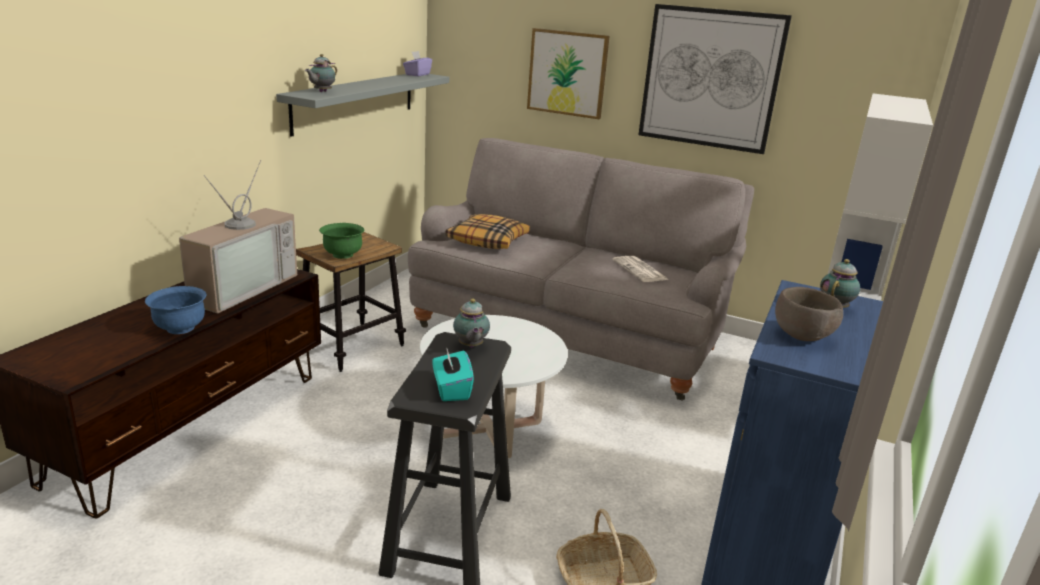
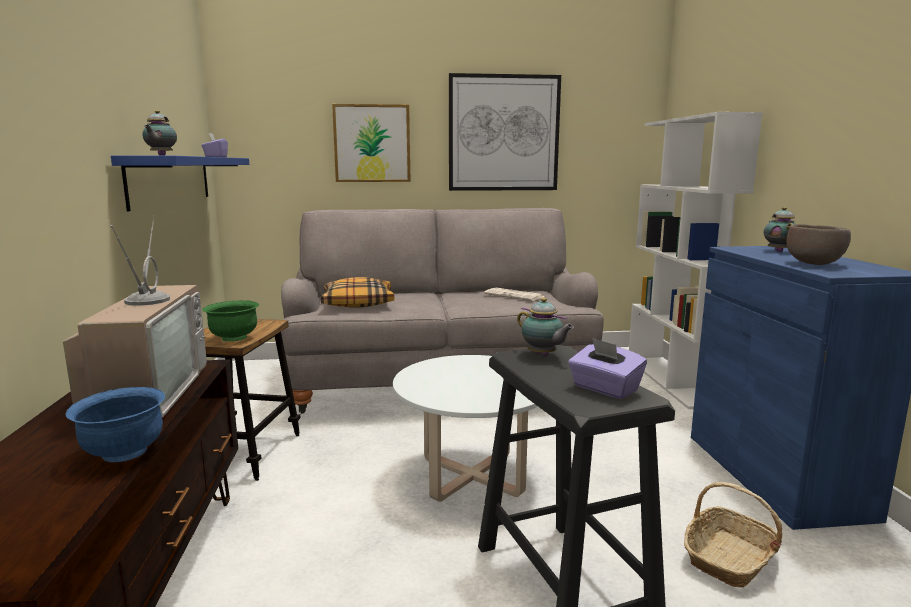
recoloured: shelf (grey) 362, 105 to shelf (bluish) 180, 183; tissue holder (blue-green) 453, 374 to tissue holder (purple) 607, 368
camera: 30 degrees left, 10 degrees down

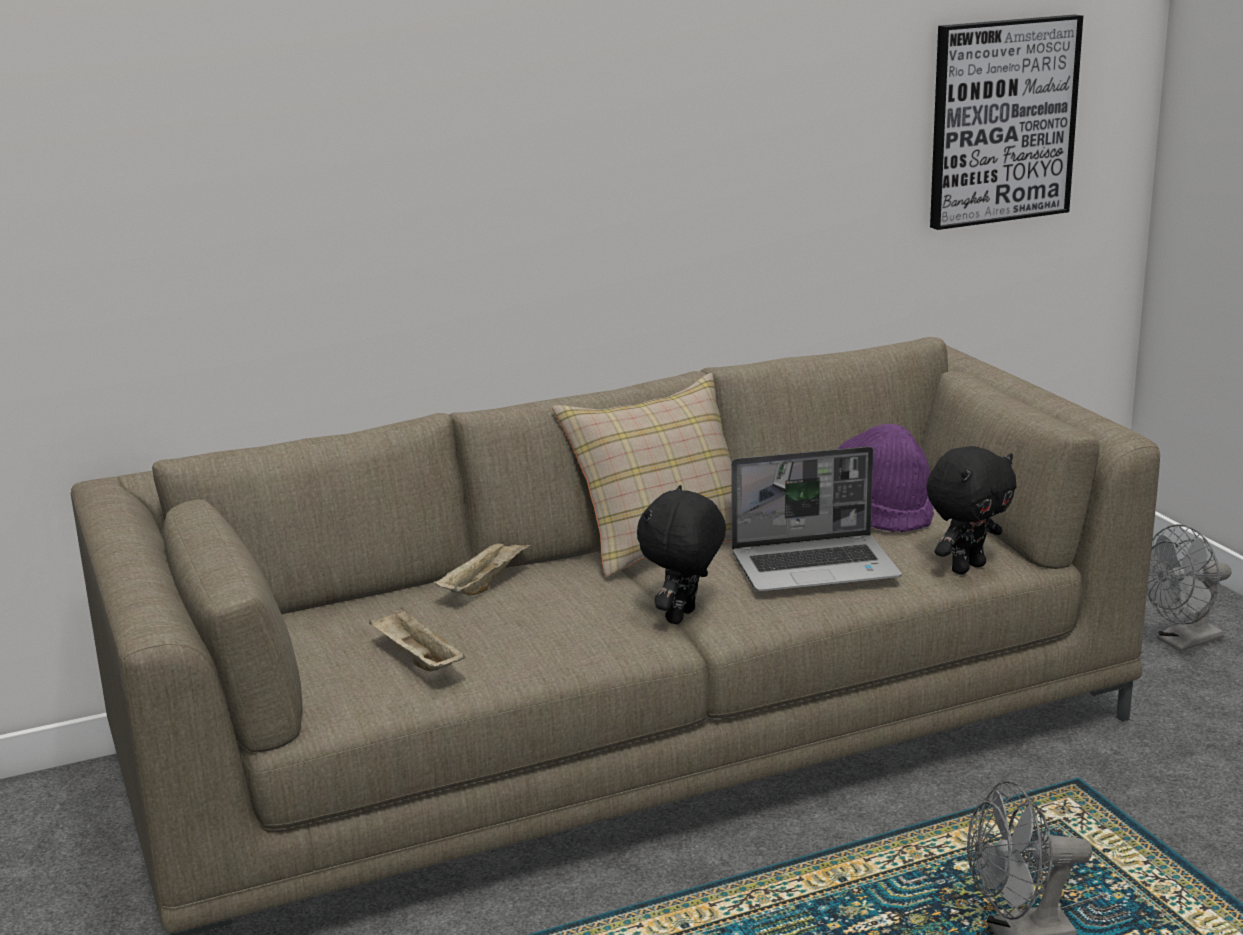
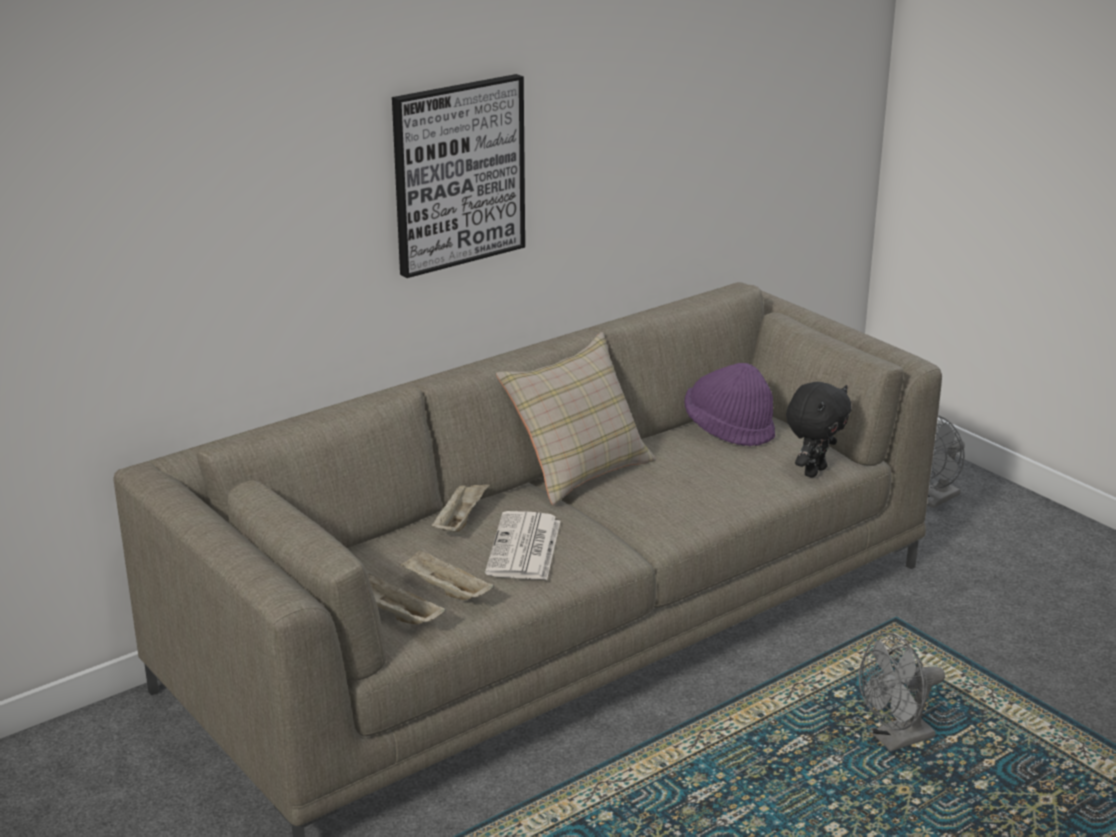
removed: plush toy (blackish) 681, 554; laptop 816, 519
added: serving tray (beige-coloured) 407, 599; daily paper 522, 545
moved: wall picture 1006, 122 to 458, 176
camera: 15 degrees left, 5 degrees up

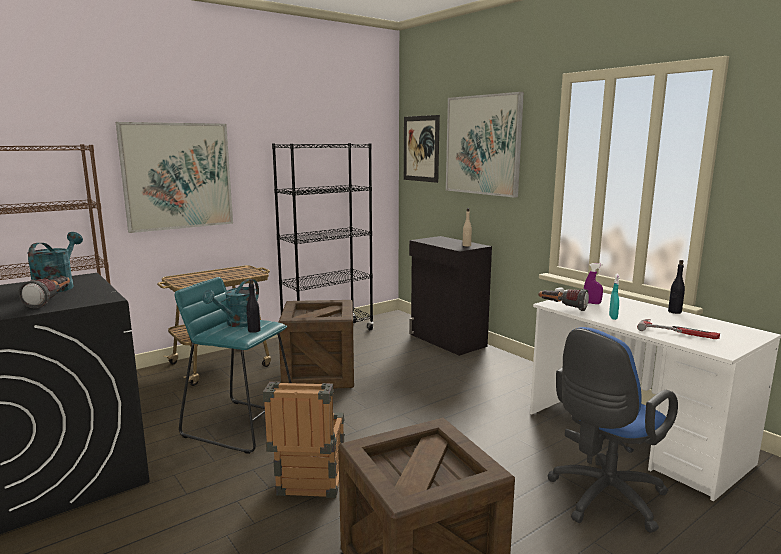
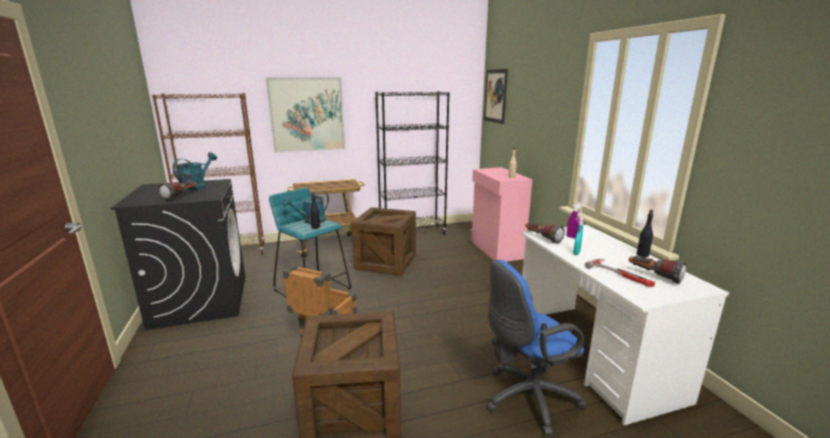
removed: wall picture 485, 145
added: torch 657, 270
recoloured: cabinet (blackish) 450, 296 to cabinet (pinkish) 501, 214
camera: 20 degrees right, 5 degrees up

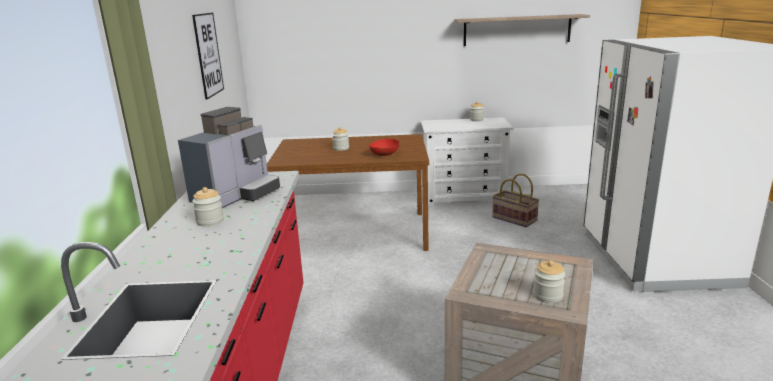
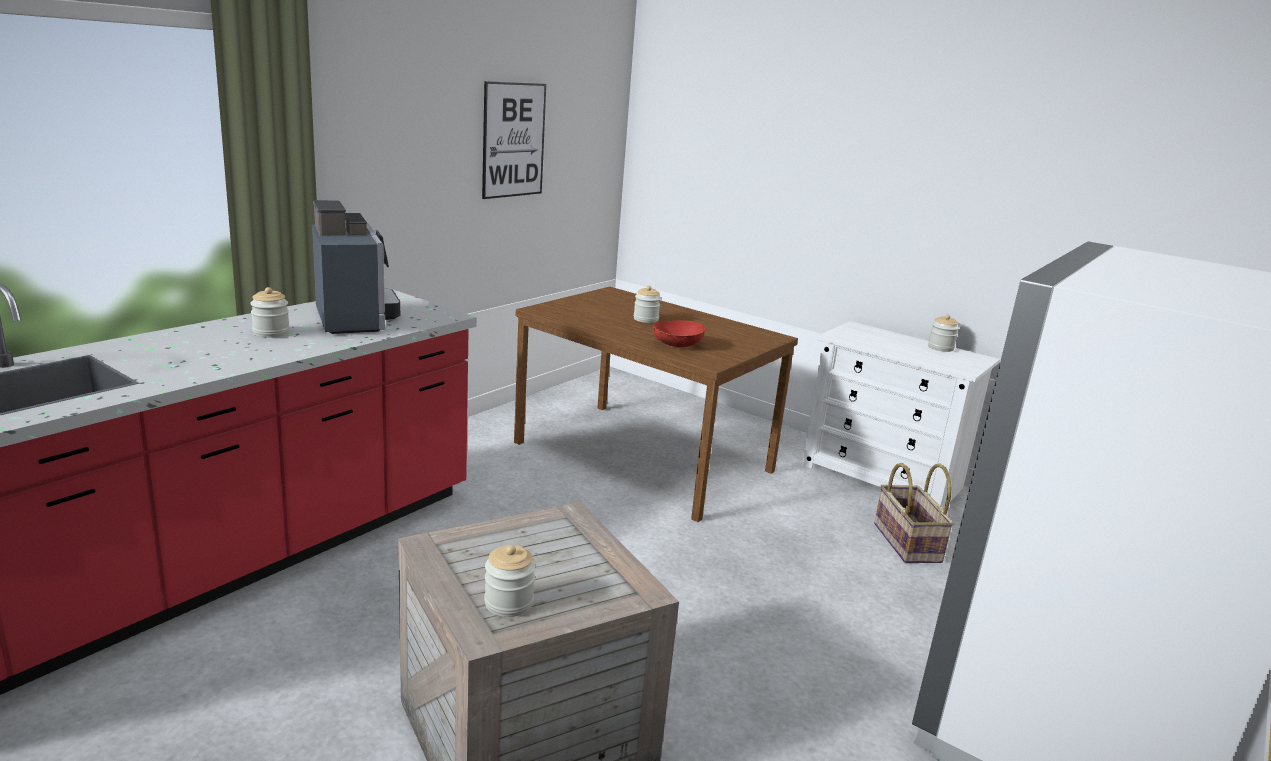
removed: shelf 522, 30
turned: coffee maker 229, 157 = 356, 267 90 degrees counterclockwise
camera: 35 degrees right, 0 degrees up

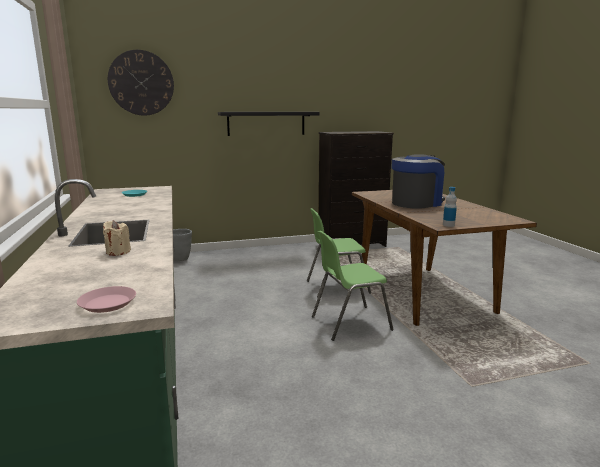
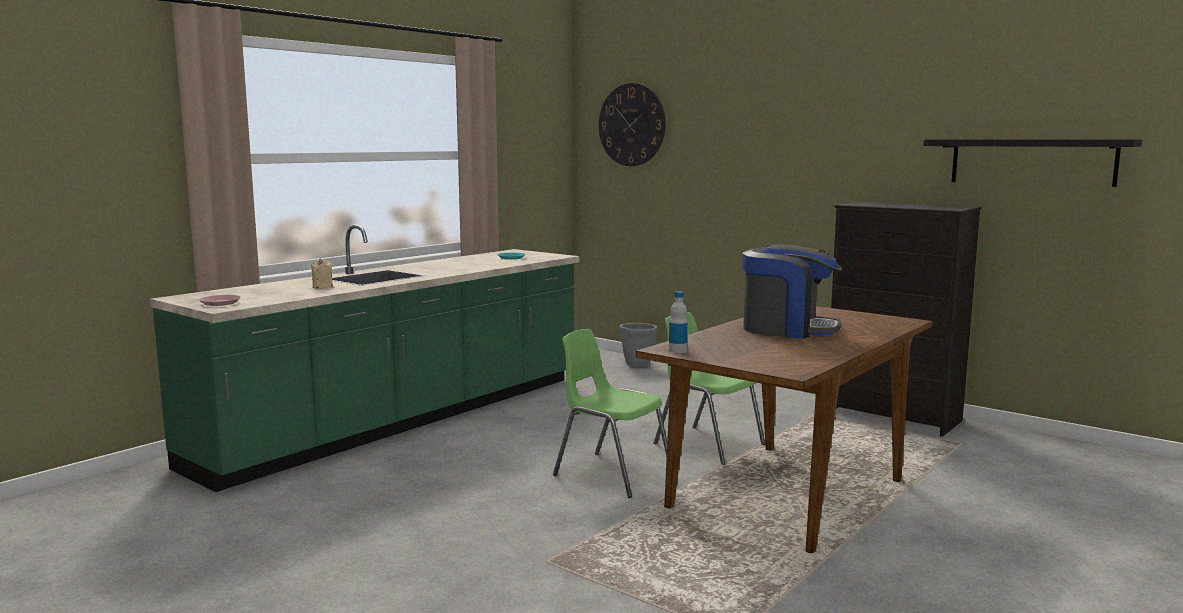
moved: shelf (blackish) 269, 124 to 1033, 163
camera: 55 degrees right, 5 degrees down

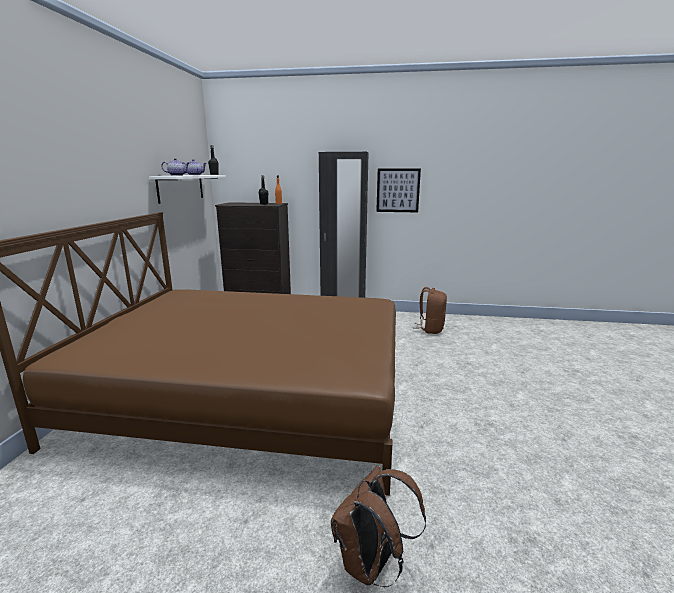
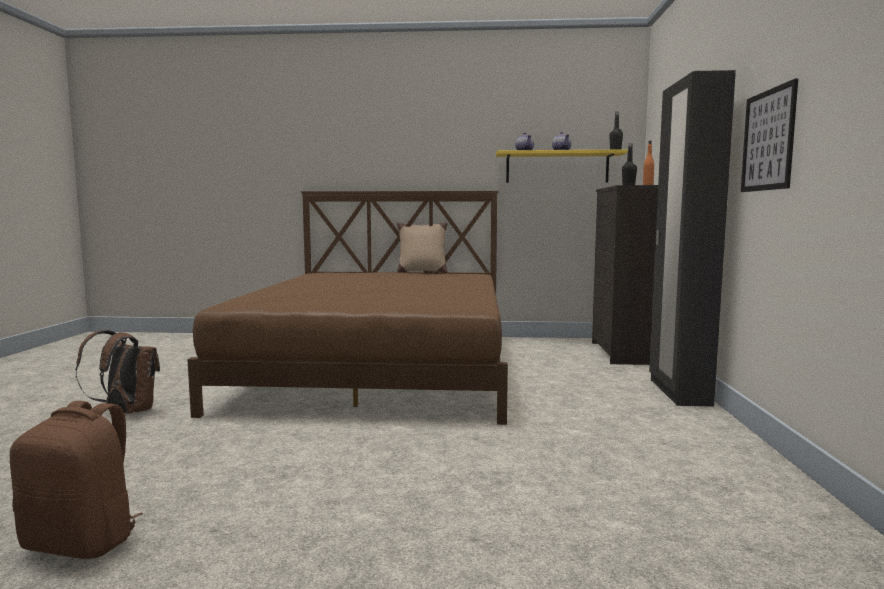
added: cushion (beige-coloured) 422, 247
moved: backpack (brown) 430, 310 to 76, 480
recoloured: shelf (whitish) 187, 189 to shelf (yellow) 562, 166
camera: 85 degrees right, 10 degrees down

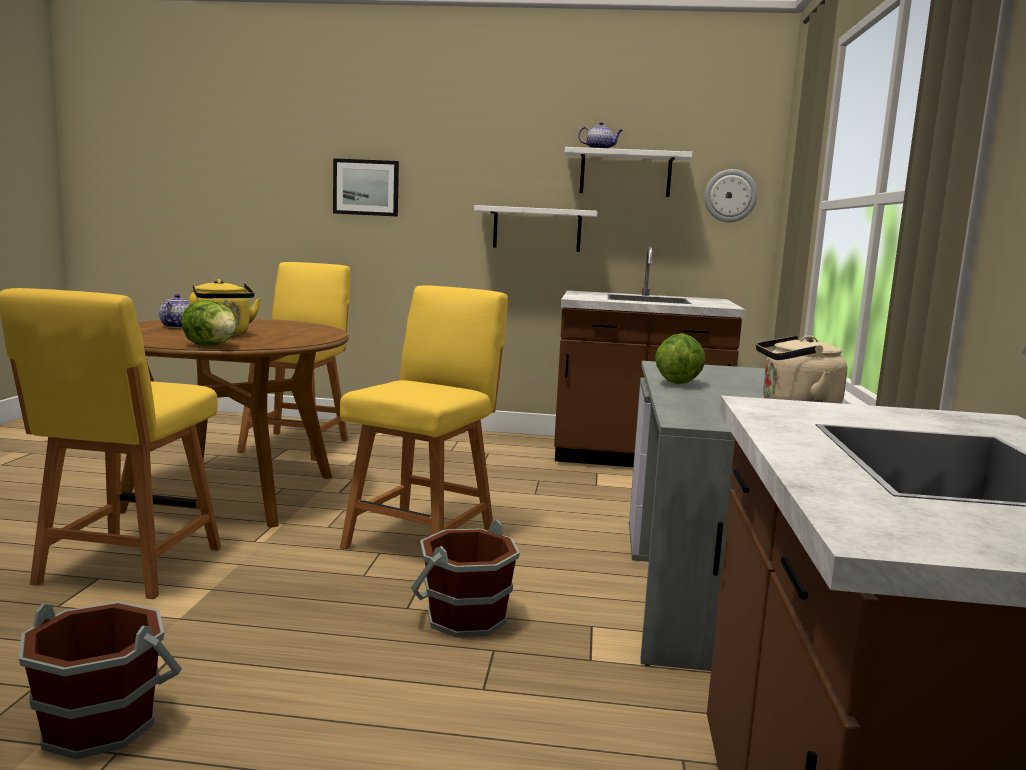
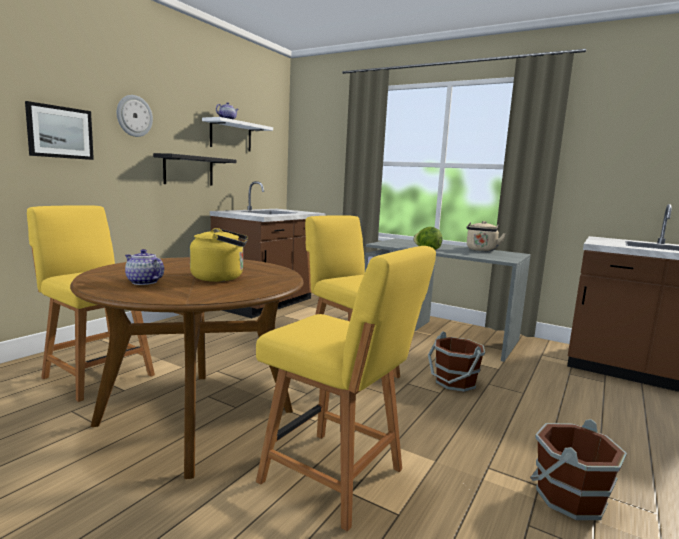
removed: lettuce head 209, 323
moved: clock on the wall 731, 195 to 135, 116
recoloured: shelf (whitish) 535, 228 to shelf (blackish) 194, 169
camera: 65 degrees left, 0 degrees up

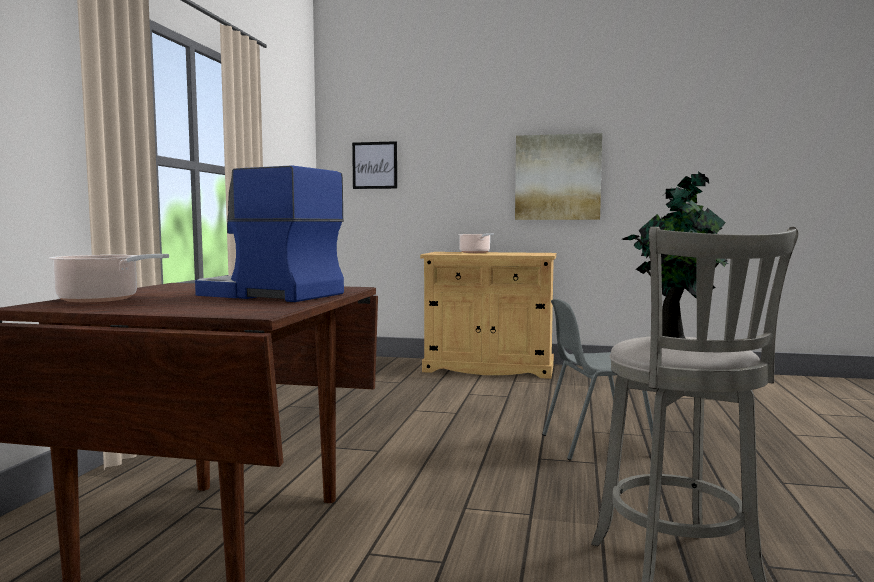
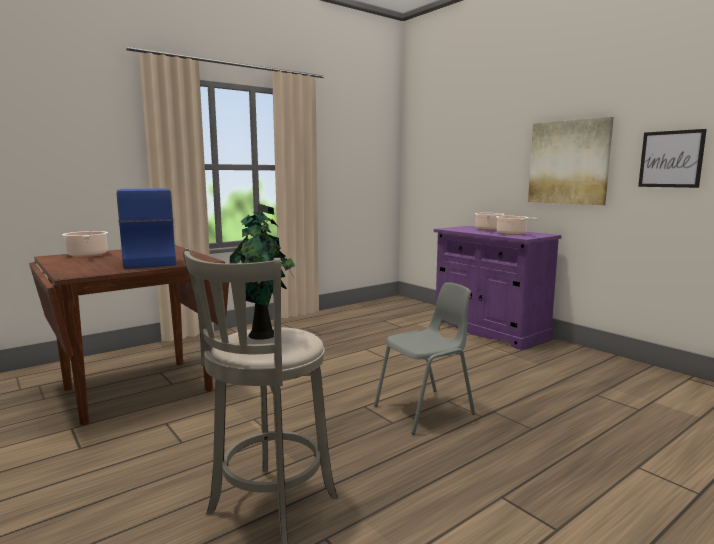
added: cooking pot 517, 225
moved: wall picture 374, 165 to 672, 158
recoloured: cabinet (beige-coloured) 488, 315 to cabinet (purple) 497, 288
turned: plain chair (grey) 597, 380 = 424, 358 120 degrees clockwise
camera: 40 degrees right, 5 degrees up

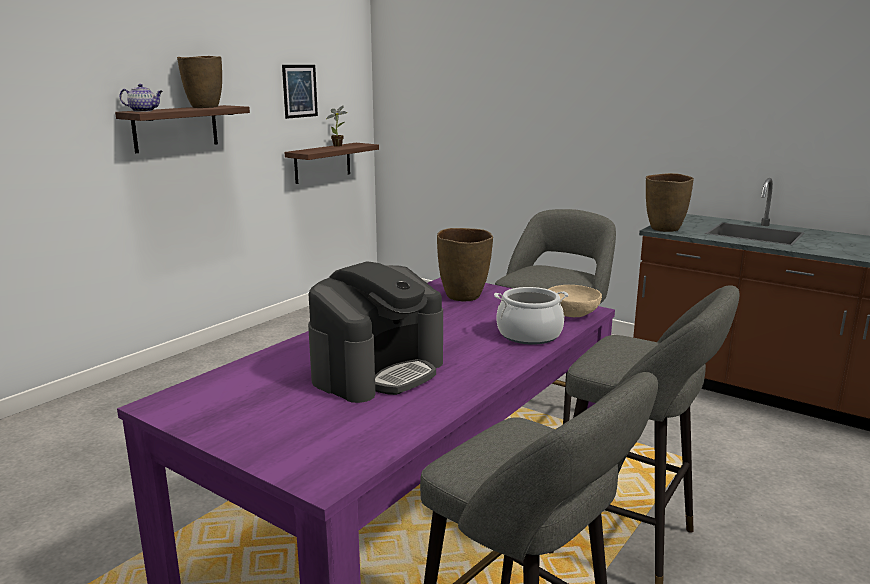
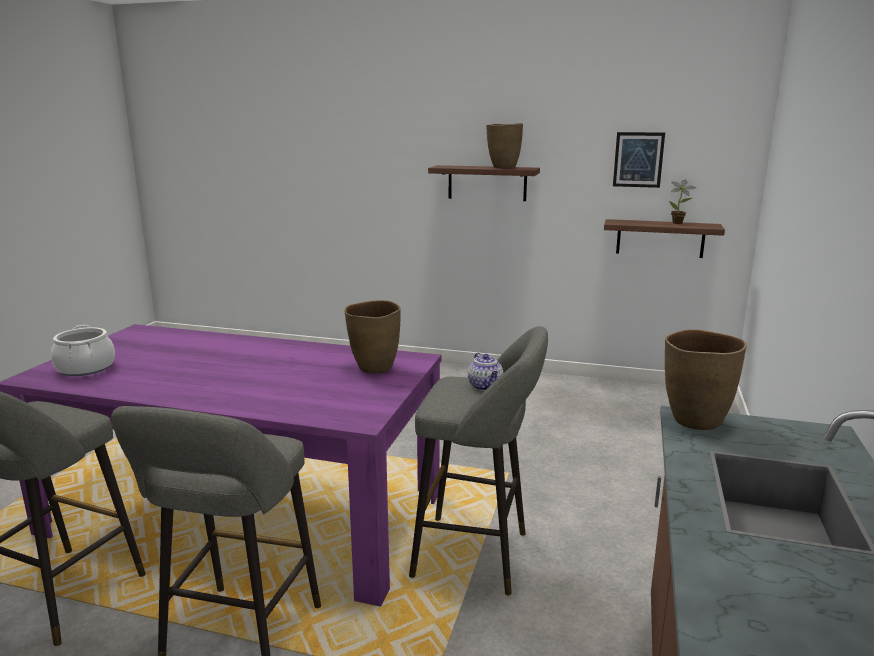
removed: coffee maker 375, 332; deep dish (beige-coloured) 575, 301
moved: pot for tea 141, 98 to 485, 372; cooking pot 531, 316 to 83, 350
camera: 70 degrees right, 0 degrees up

